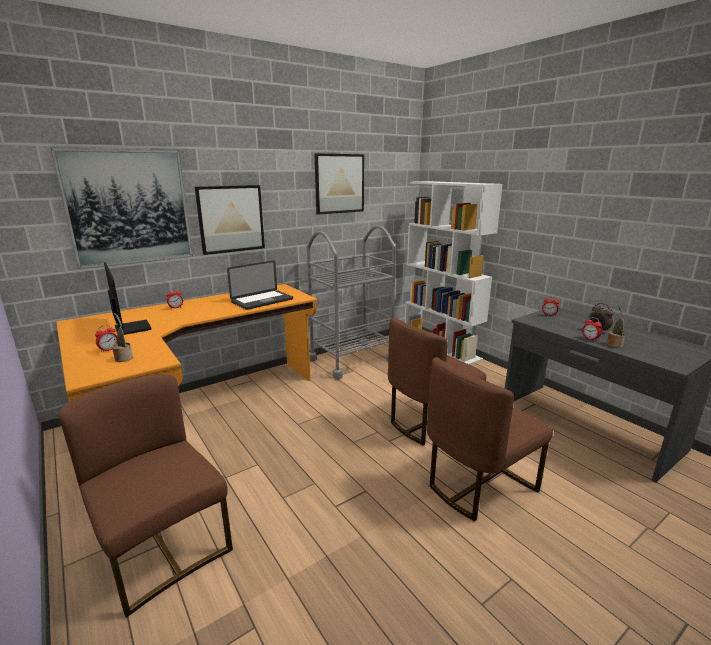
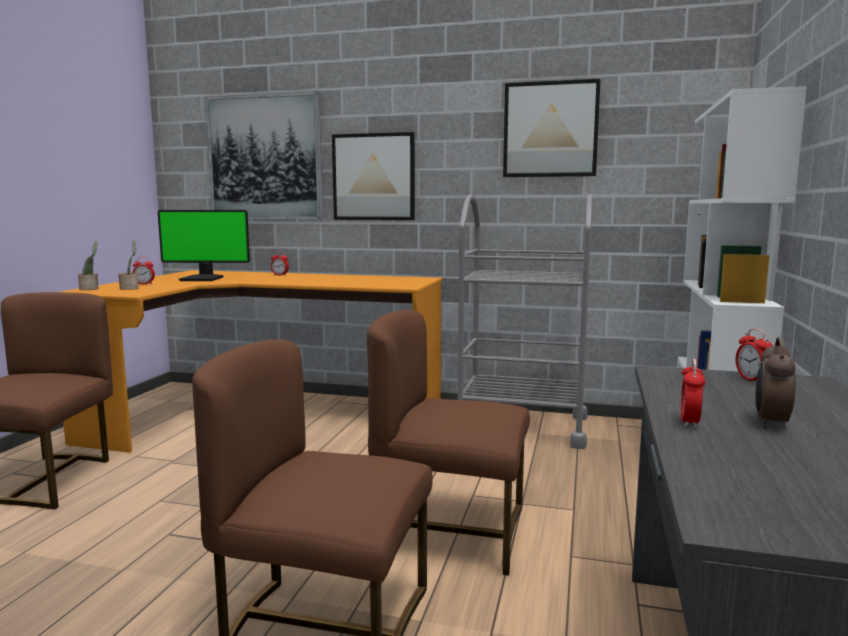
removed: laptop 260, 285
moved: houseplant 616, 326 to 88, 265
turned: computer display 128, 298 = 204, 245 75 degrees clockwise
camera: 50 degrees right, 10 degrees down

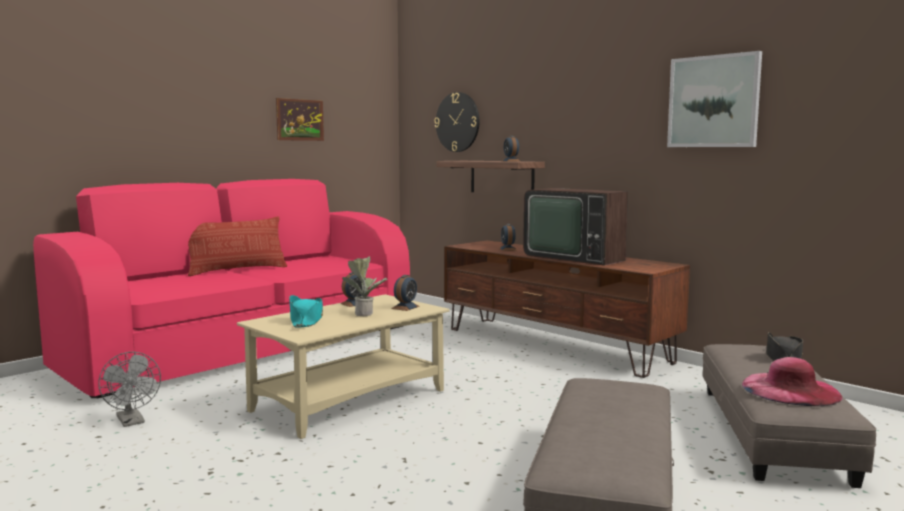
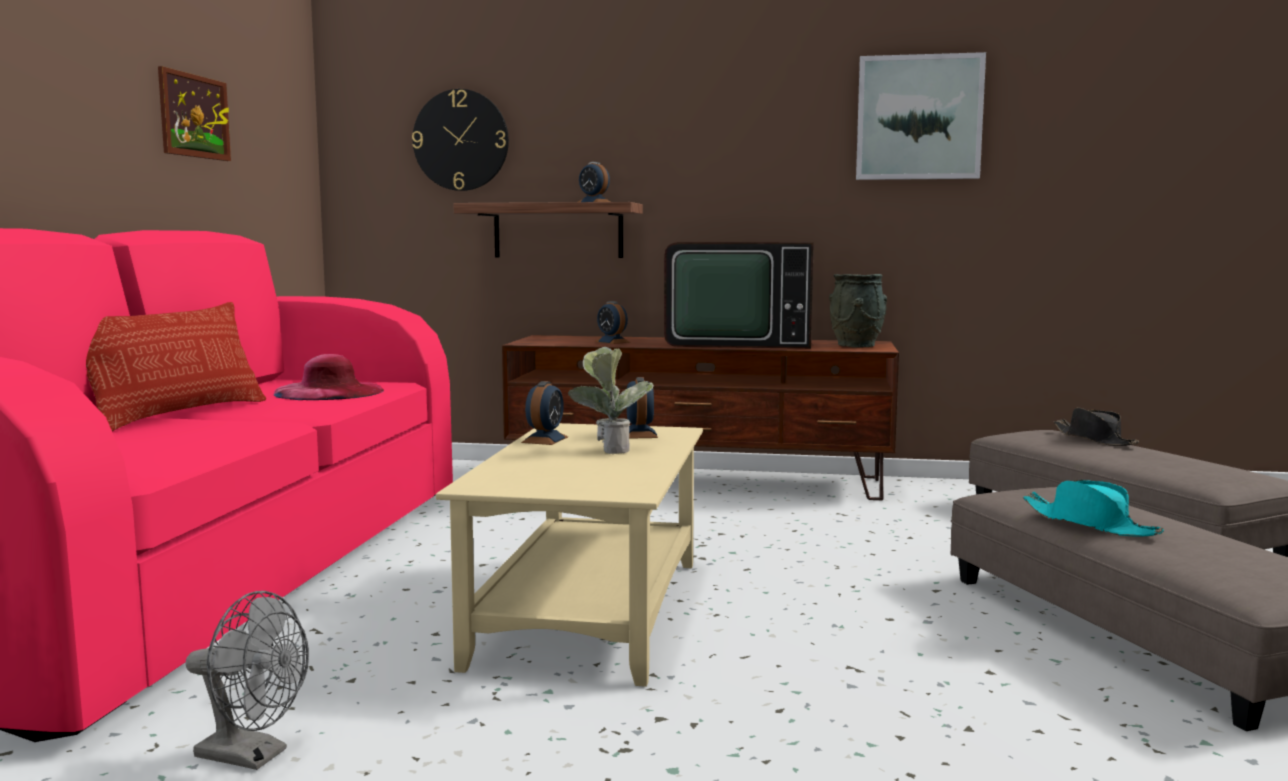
added: decorative vase (grey) 858, 310
moved: hat (blue-green) 306, 311 to 1093, 508; hat (pinkish) 792, 381 to 329, 377
camera: 35 degrees left, 0 degrees up

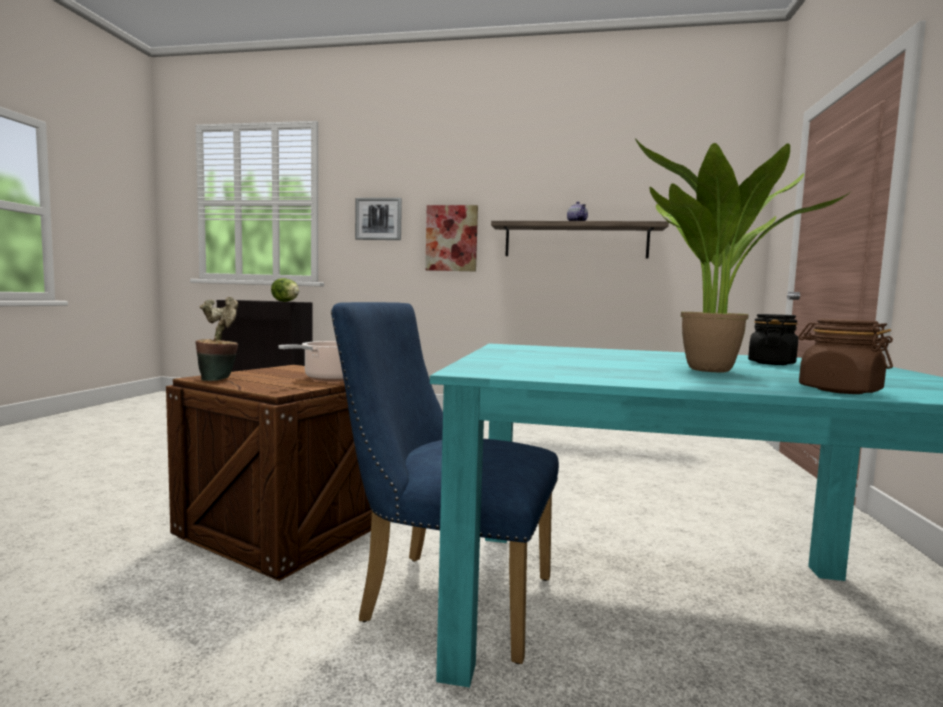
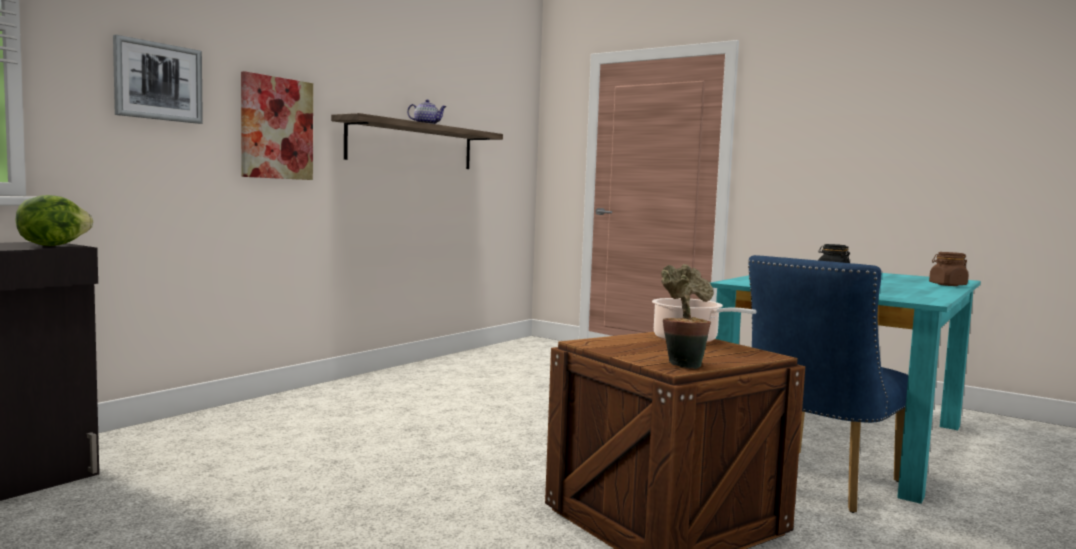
removed: houseplant 744, 255
camera: 65 degrees left, 0 degrees up

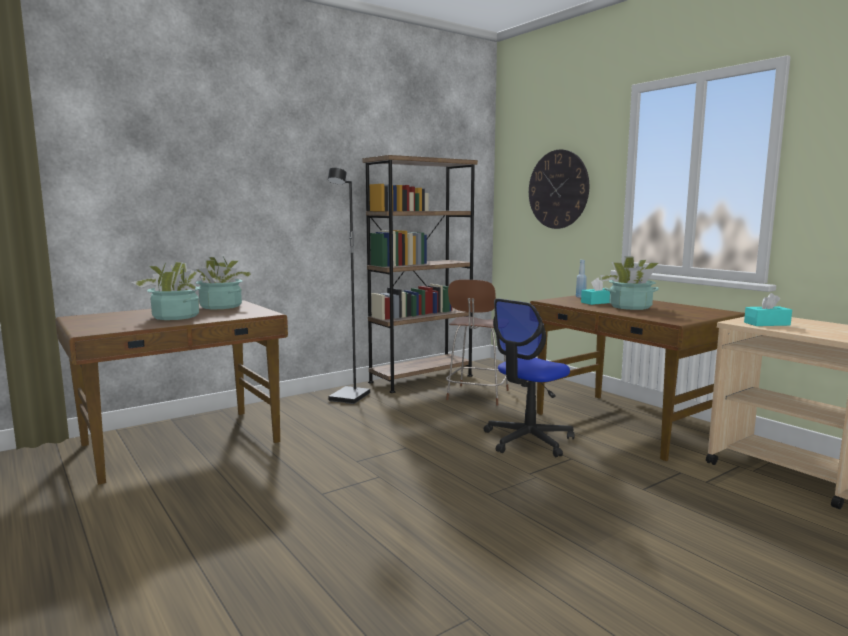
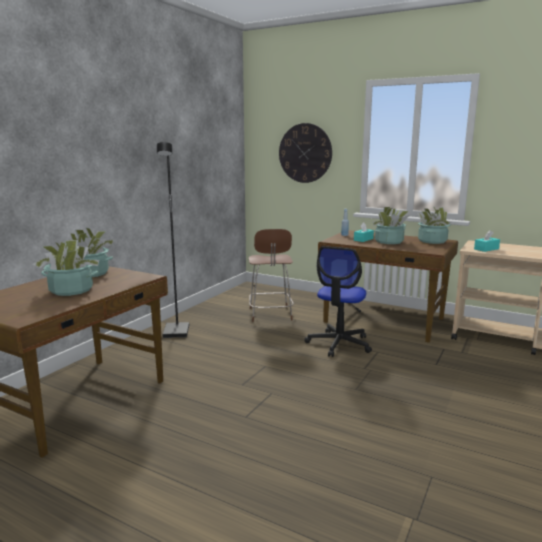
removed: bookshelf (brown) 420, 274
added: houseplant 434, 225
camera: 25 degrees left, 5 degrees up

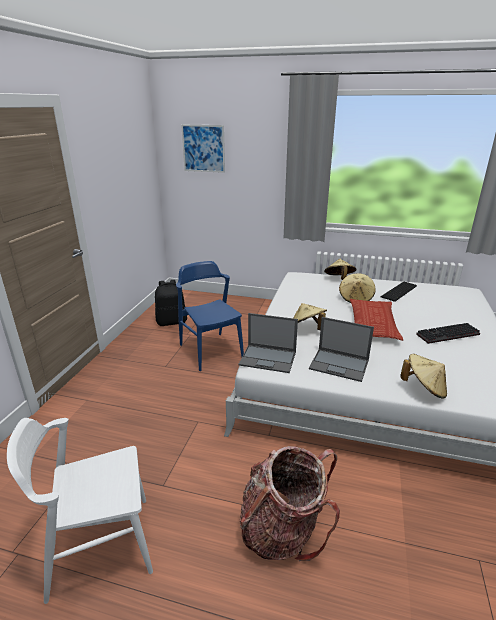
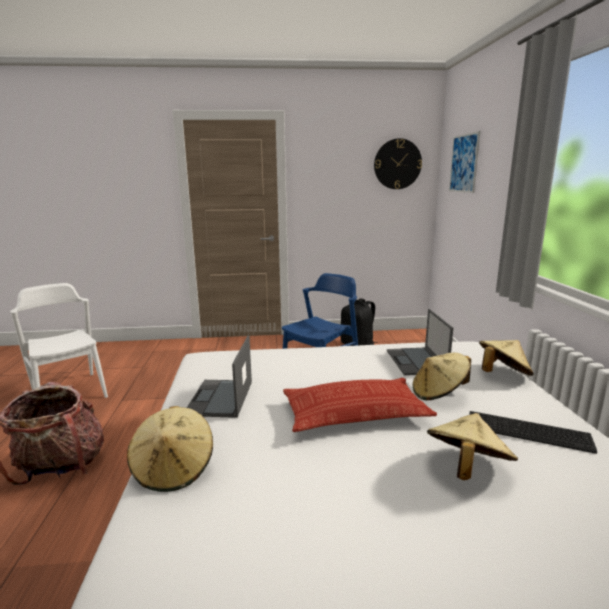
removed: computer keyboard 448, 333
added: clock on the wall 398, 163
moved: laptop 268, 343 to 420, 342; hat (beige-coloured) 310, 316 to 472, 446
camera: 70 degrees right, 10 degrees down

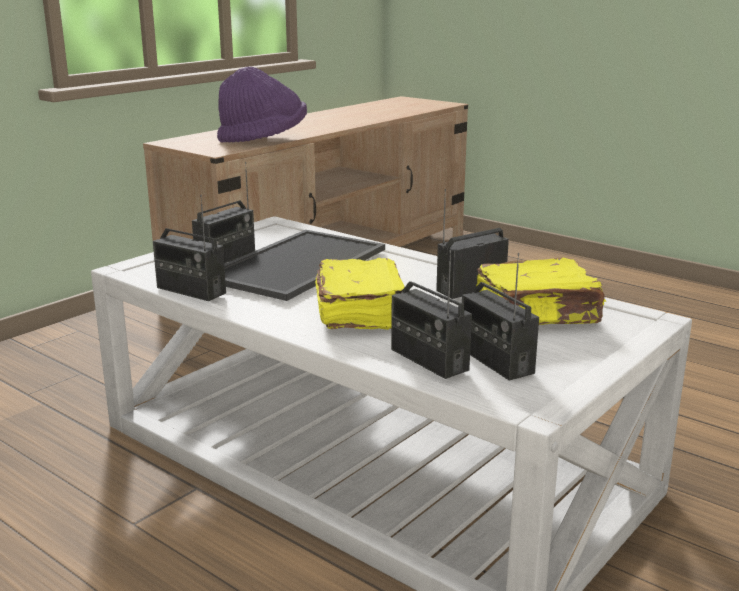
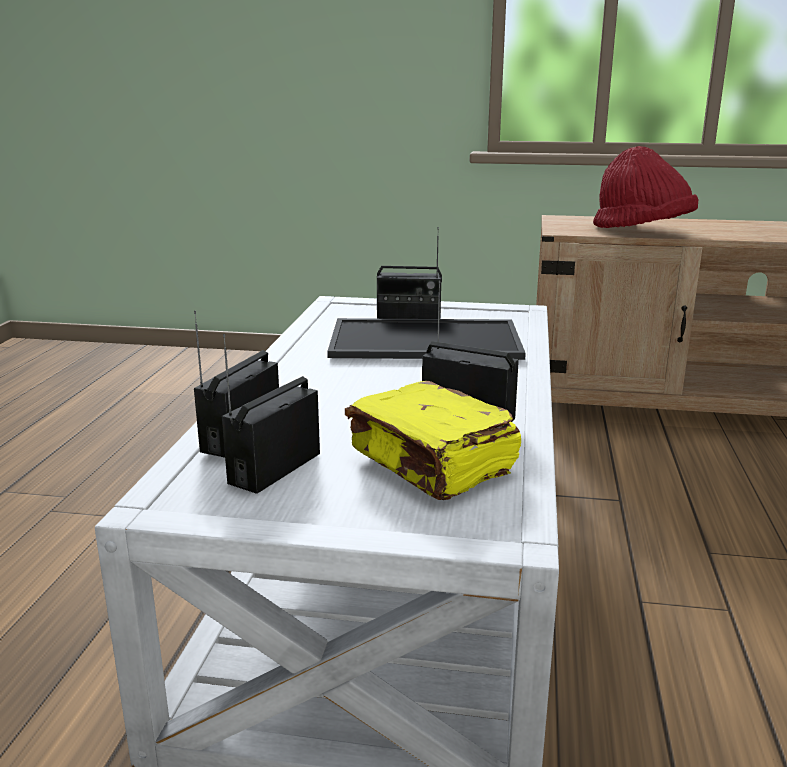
removed: radio set 189, 248; book (yellow) 360, 294
recoloured: hat (purple) 262, 104 to hat (red) 645, 187
camera: 60 degrees right, 0 degrees up

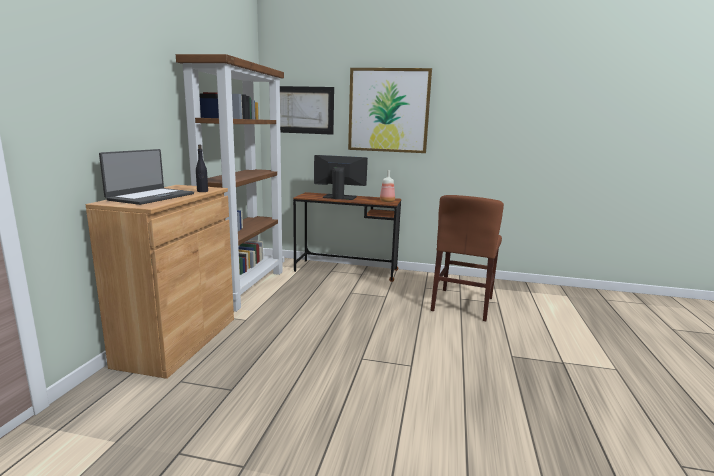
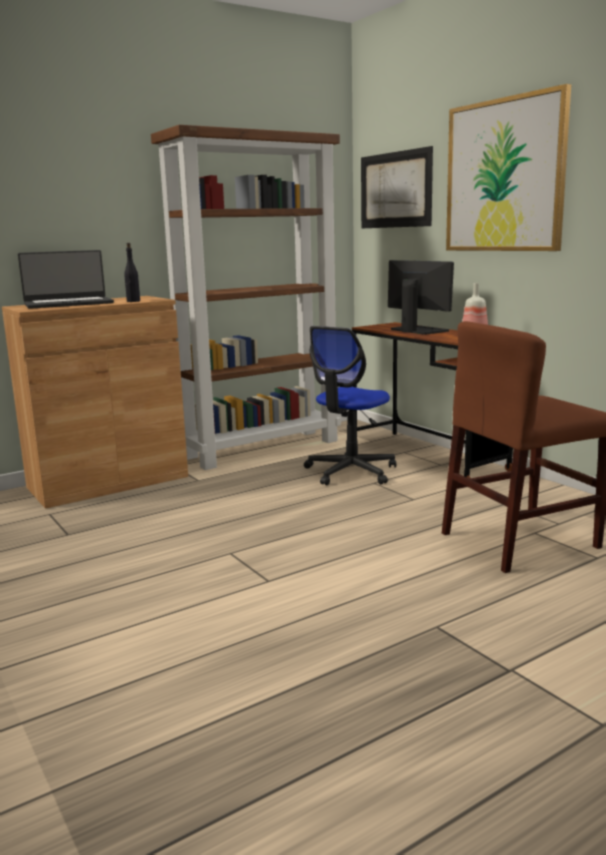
added: desk chair 350, 405
camera: 45 degrees right, 0 degrees up

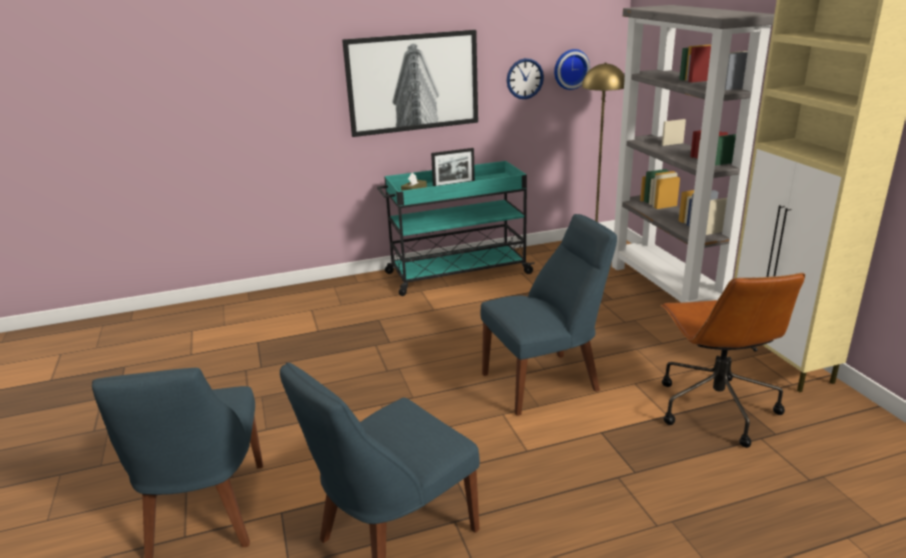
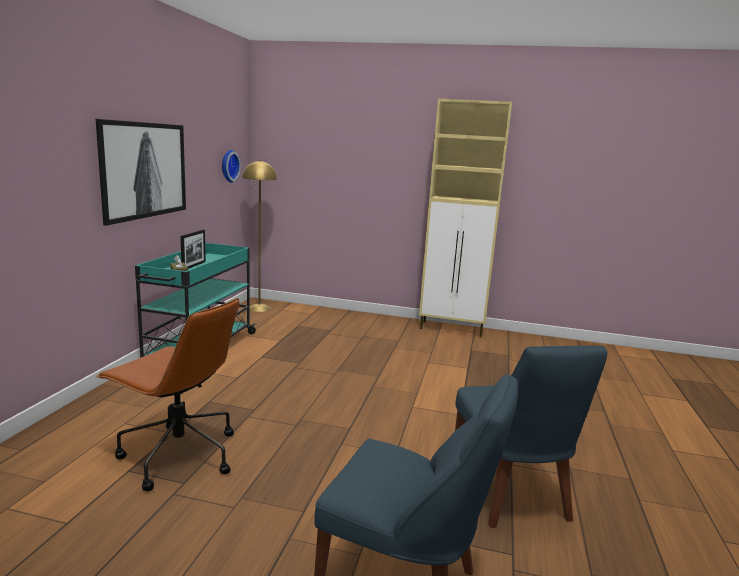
removed: plain chair (bluish) 549, 315; clock on the wall 525, 78; bookshelf (grey) 693, 154
moved: desk chair (brown) 733, 360 to 168, 394
camera: 60 degrees left, 10 degrees down

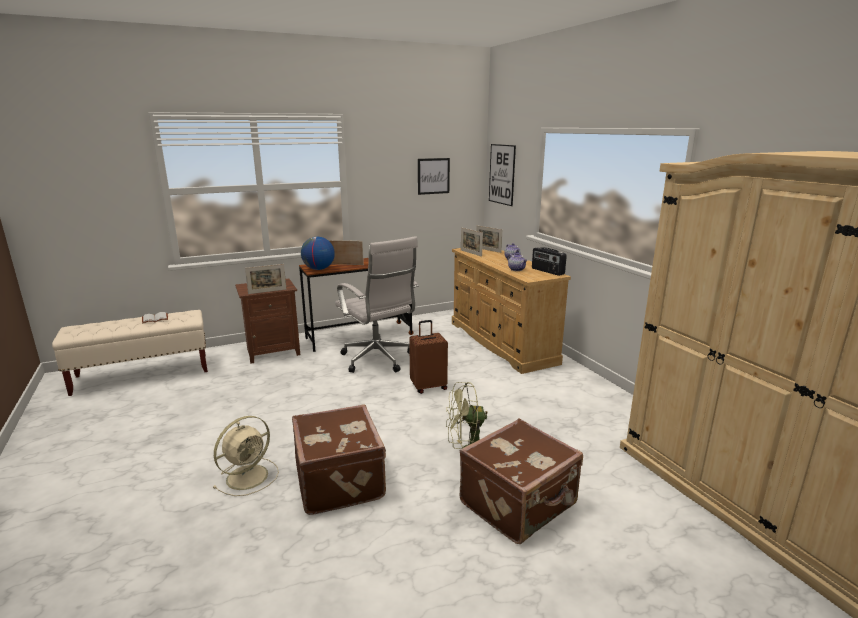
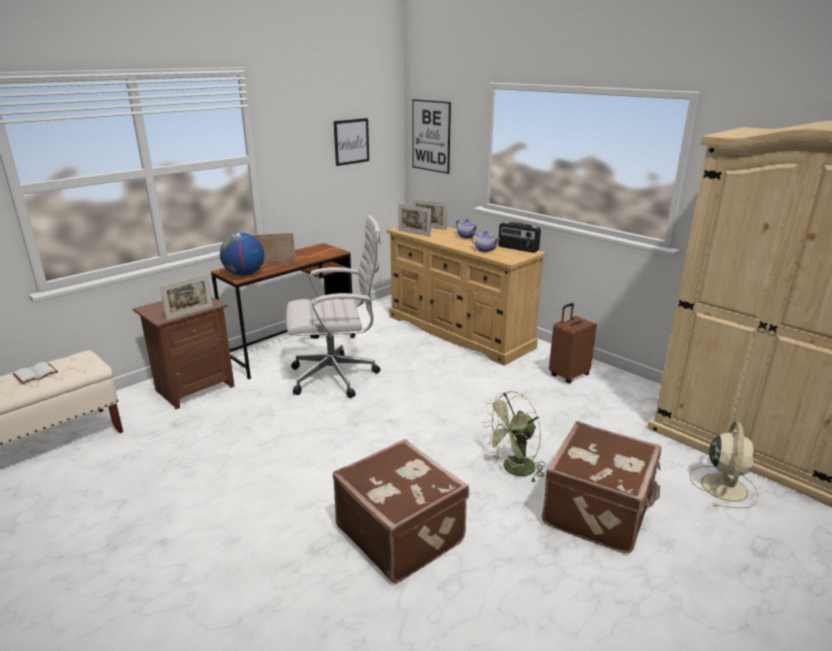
moved: electric fan (beige-coloured) 246, 456 to 724, 464; travel case (brown) 428, 357 to 573, 343
turned: desk chair (whitish) 377, 304 = 333, 306 45 degrees counterclockwise
camera: 20 degrees left, 5 degrees up

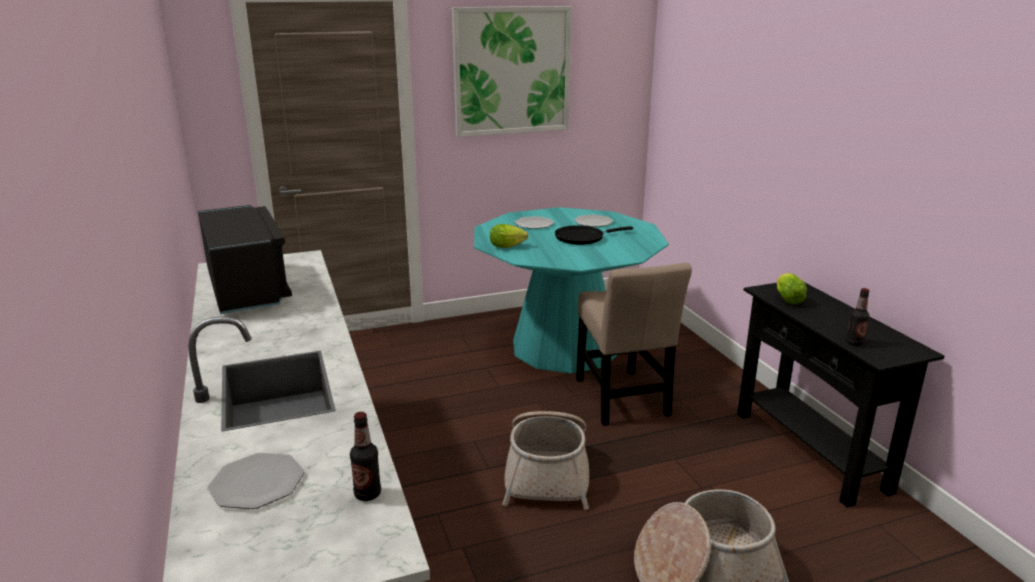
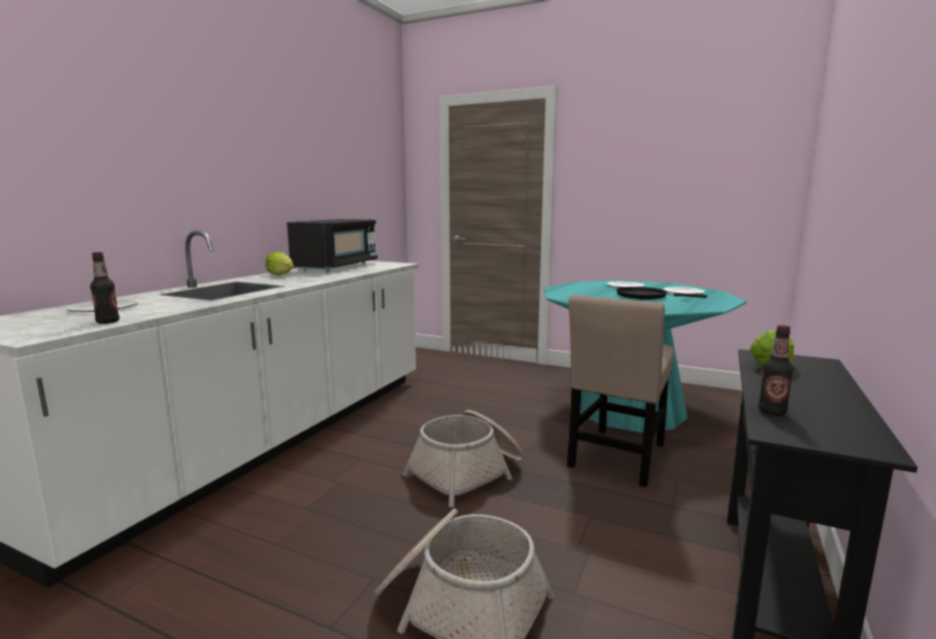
removed: wall picture 512, 71
moved: lettuce head 509, 236 to 280, 263
camera: 45 degrees right, 10 degrees down

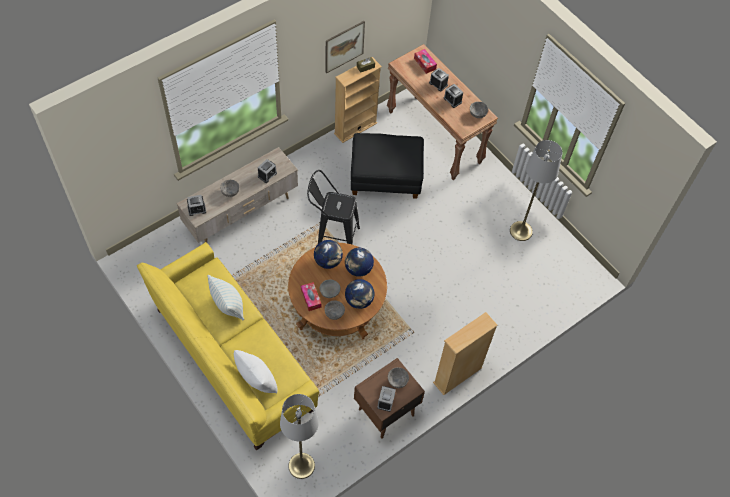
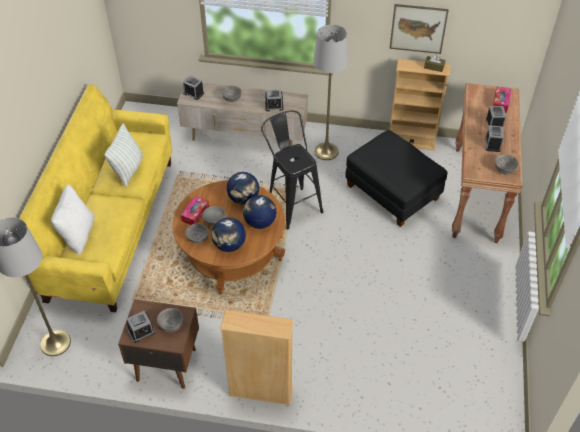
moved: standard lamp (grey) 536, 190 to 330, 92
camera: 50 degrees right, 10 degrees down

